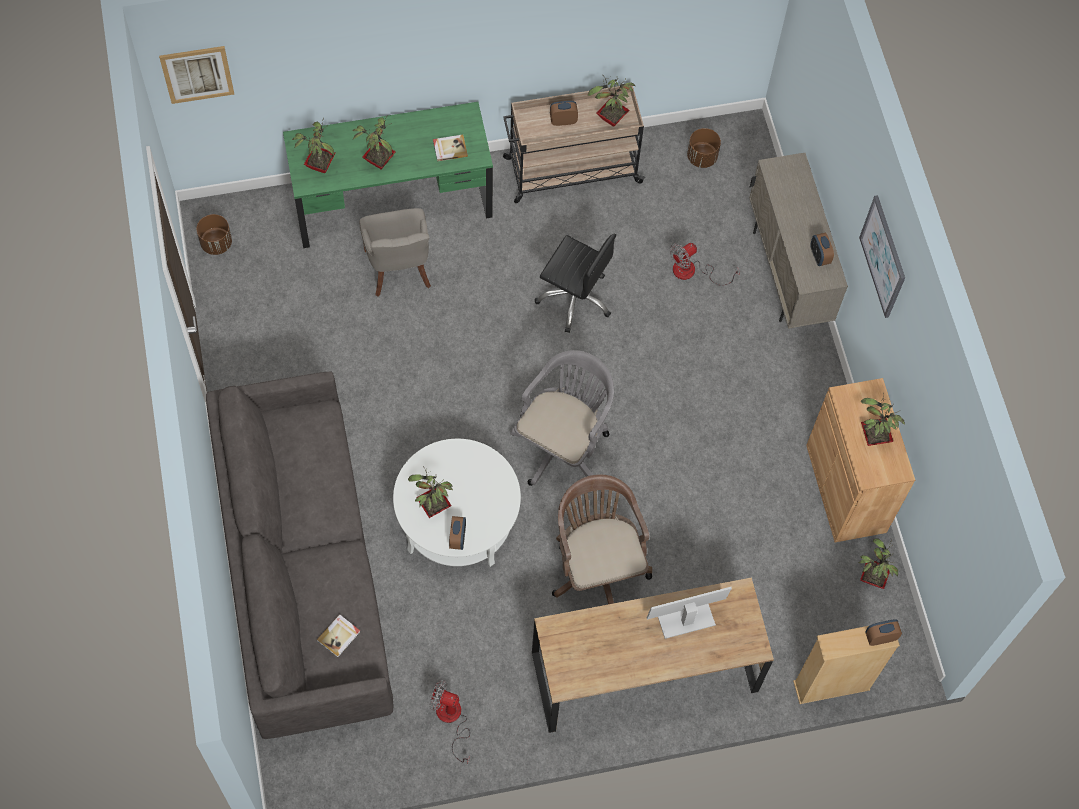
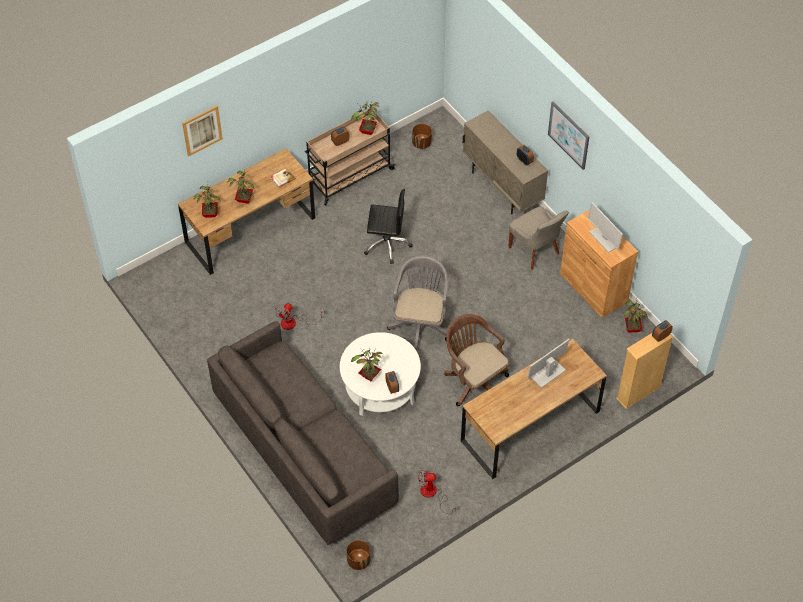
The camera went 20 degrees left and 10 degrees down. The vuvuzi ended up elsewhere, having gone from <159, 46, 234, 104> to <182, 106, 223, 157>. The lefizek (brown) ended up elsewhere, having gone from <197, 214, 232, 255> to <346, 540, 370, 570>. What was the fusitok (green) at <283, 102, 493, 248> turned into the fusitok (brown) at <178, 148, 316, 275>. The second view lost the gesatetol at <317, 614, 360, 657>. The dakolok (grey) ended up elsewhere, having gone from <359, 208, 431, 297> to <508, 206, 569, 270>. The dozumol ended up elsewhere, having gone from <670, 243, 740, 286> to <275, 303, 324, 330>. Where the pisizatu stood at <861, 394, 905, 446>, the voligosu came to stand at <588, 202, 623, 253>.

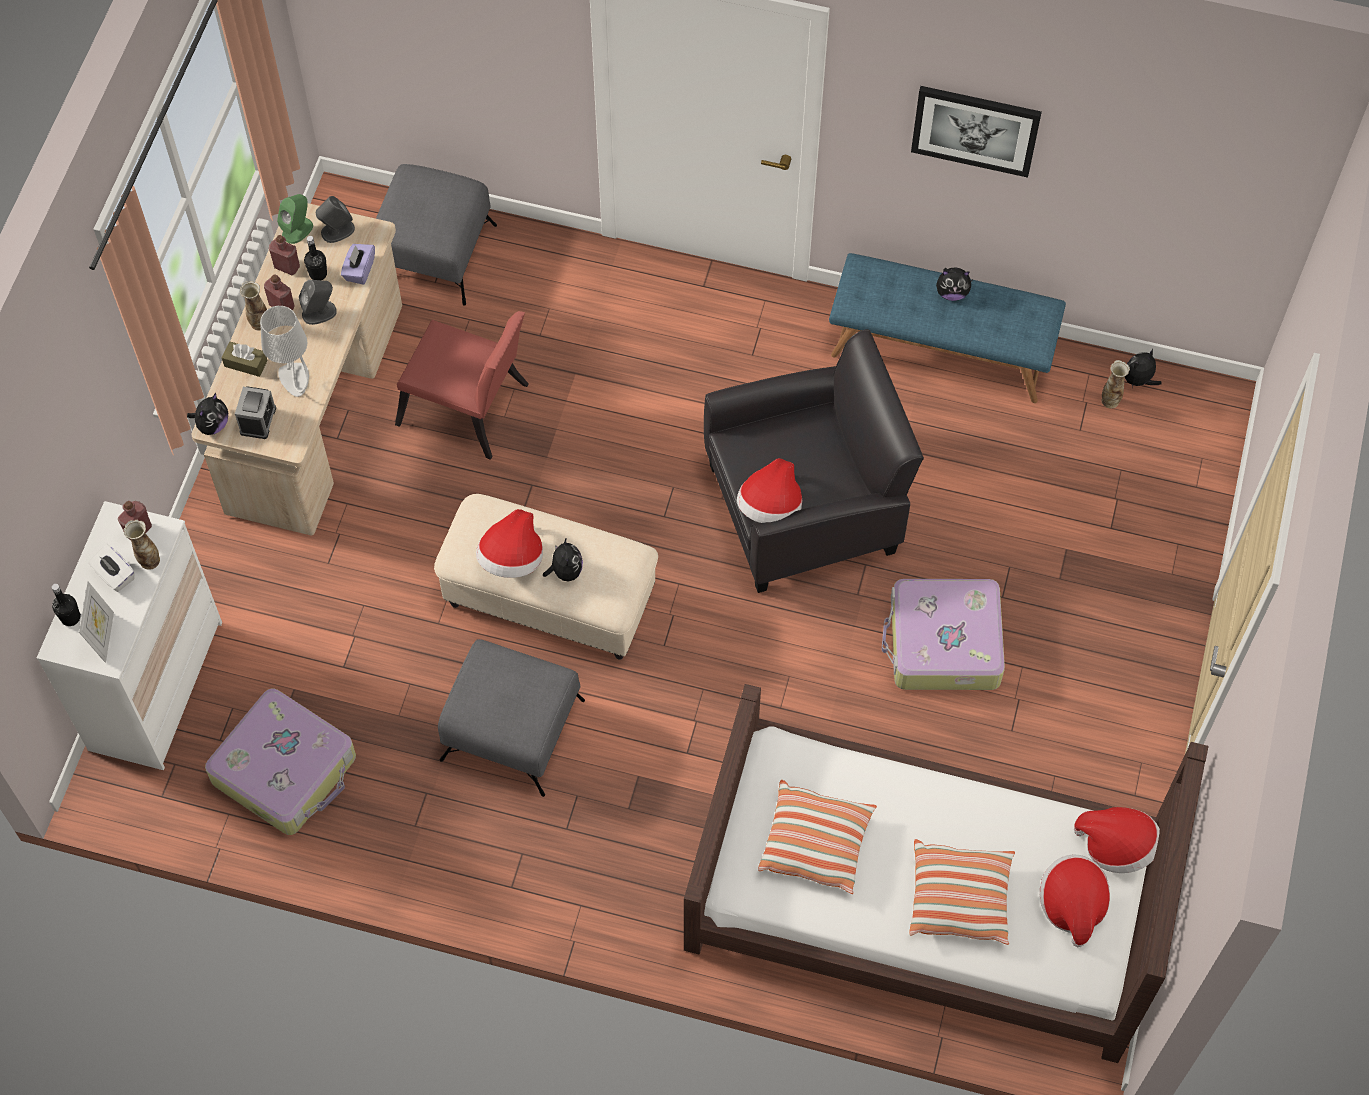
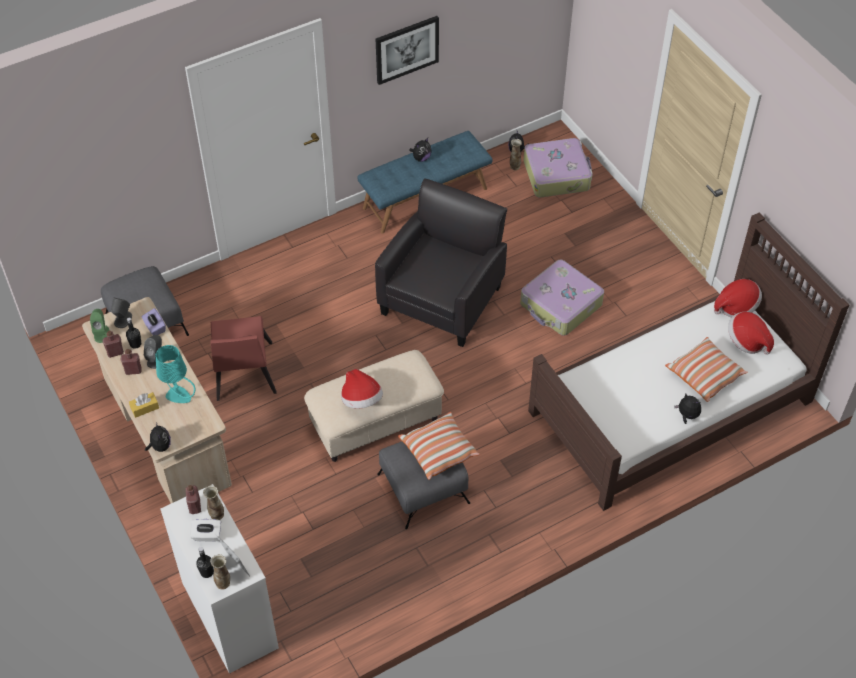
The camera went 45 degrees left and 10 degrees down. The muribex ended up elsewhere, having gone from <205, 689, 356, 835> to <524, 138, 593, 197>. What was the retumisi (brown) at <222, 342, 268, 377> turned into the retumisi (yellow) at <129, 392, 159, 418>. The second view lost the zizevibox at <235, 386, 276, 439>. The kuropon ended up elsewhere, having gone from <240, 281, 267, 331> to <210, 554, 230, 589>. What was the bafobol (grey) at <260, 305, 309, 397> turned into the bafobol (turquoise) at <156, 345, 195, 403>. The dakolok (red) at <395, 311, 529, 460> ended up facing another way, 105 degrees clockwise from before. The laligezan ended up elsewhere, having gone from <543, 537, 583, 581> to <674, 394, 701, 424>. The second view lost the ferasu at <737, 458, 802, 523>. The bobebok ended up elsewhere, having gone from <758, 780, 877, 894> to <398, 412, 480, 480>.

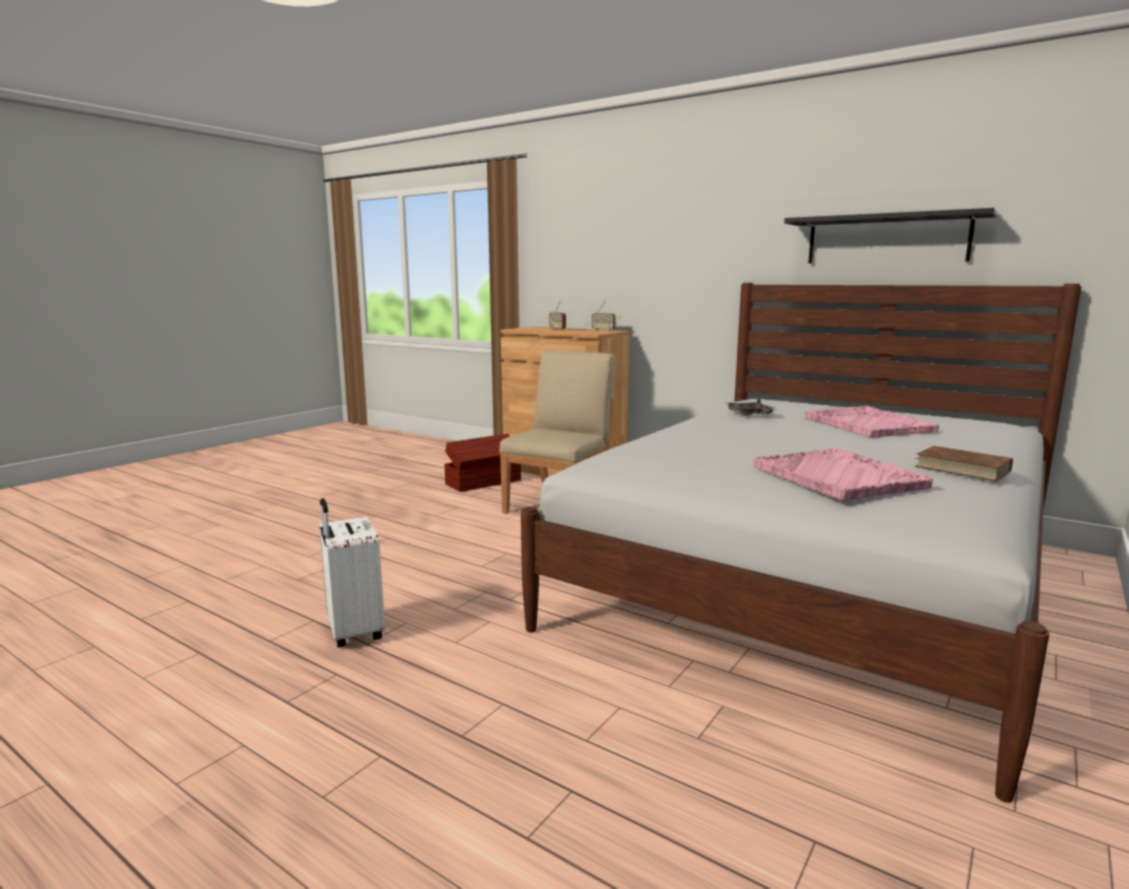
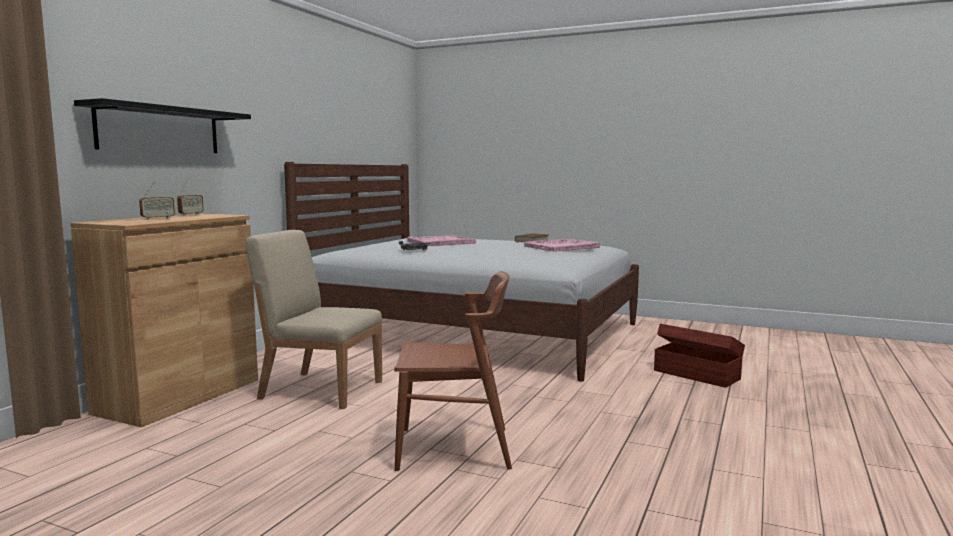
The camera went 100 degrees left and 5 degrees down. The second view lost the muribex (white) at <319, 498, 385, 647>. The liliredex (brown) ended up elsewhere, having gone from <444, 434, 521, 492> to <654, 324, 745, 388>. The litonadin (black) ended up elsewhere, having gone from <784, 208, 997, 264> to <74, 98, 251, 153>. The second view gained the dakolok (brown) at <394, 271, 512, 471>.

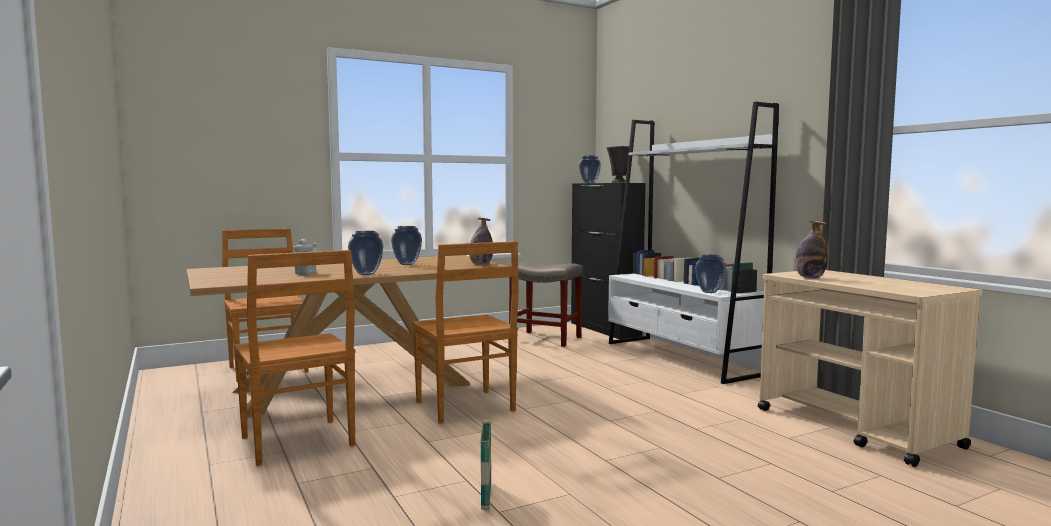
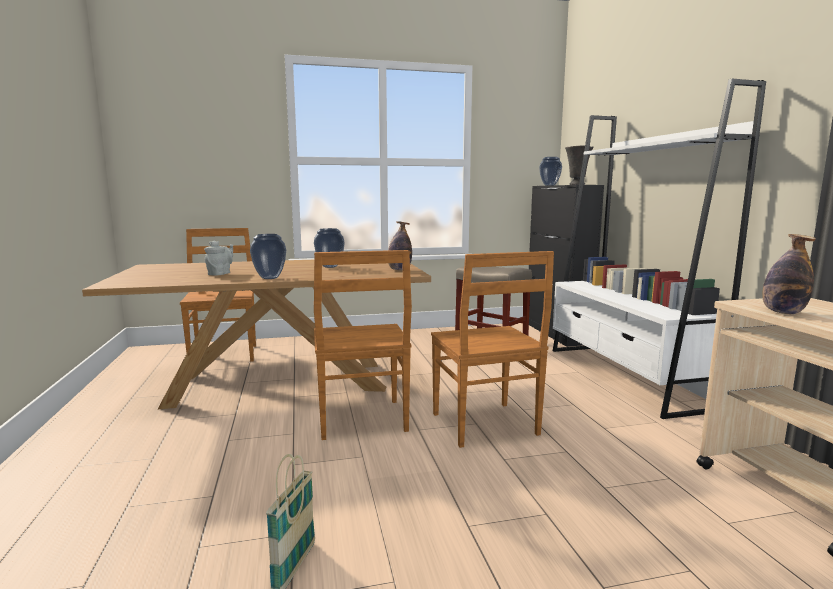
The camera went 15 degrees right and 5 degrees up. The dakolok (brown) ended up elsewhere, having gone from <234, 250, 356, 466> to <431, 251, 554, 448>. The second view lost the kuropon at <695, 255, 726, 293>.

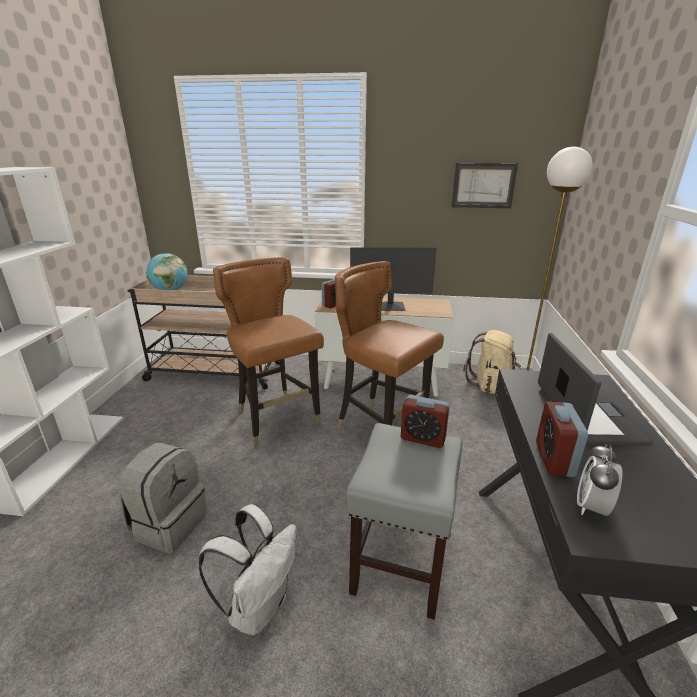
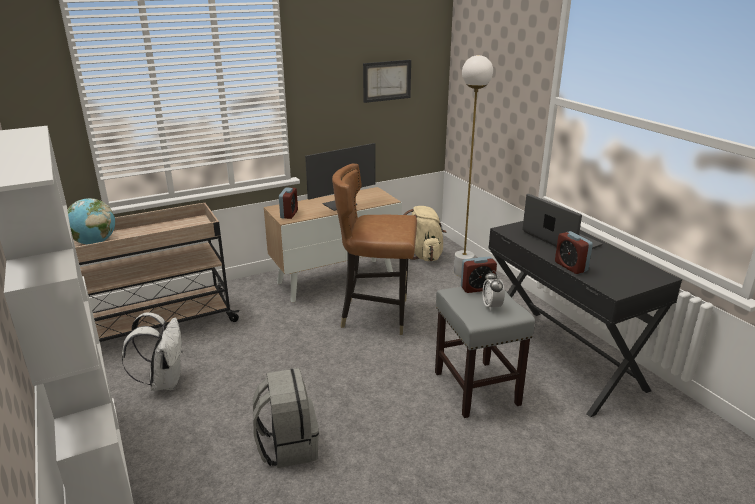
The camera went 35 degrees left and 0 degrees up. The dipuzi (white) ended up elsewhere, having gone from <199, 504, 296, 636> to <122, 312, 183, 391>. The second view lost the dakolok (brown) at <213, 257, 324, 446>. The zizevibox ended up elsewhere, having gone from <577, 444, 623, 516> to <482, 270, 505, 311>.

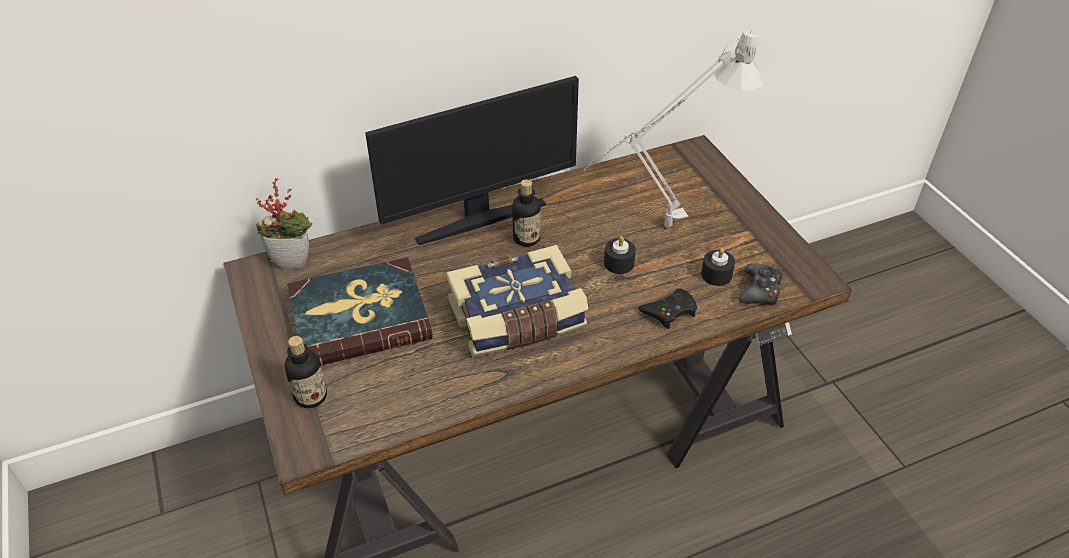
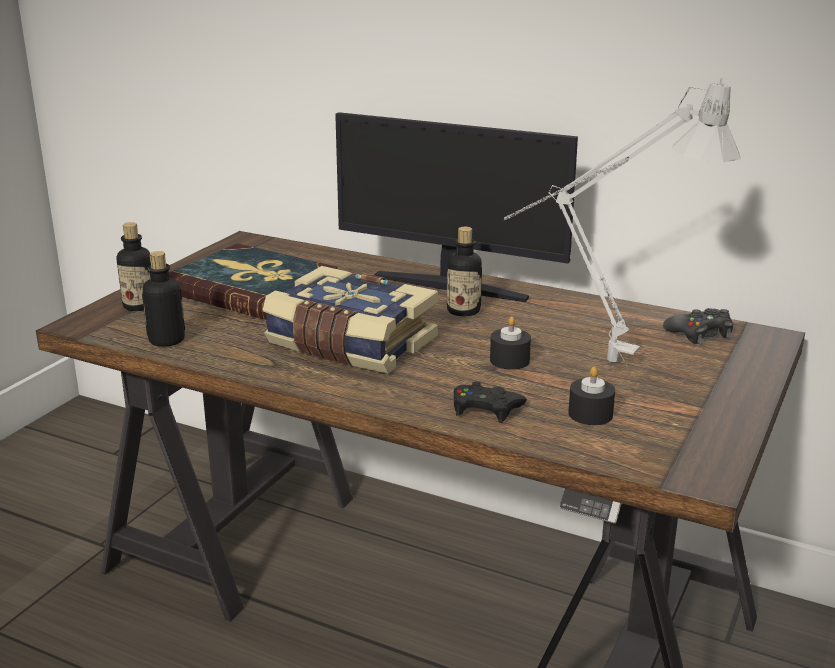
The camera went 50 degrees right and 20 degrees down. The second view lost the pisizatu at <256, 178, 312, 269>. The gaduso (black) ended up elsewhere, having gone from <739, 263, 783, 305> to <663, 308, 733, 344>. The second view gained the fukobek at <142, 251, 185, 347>.

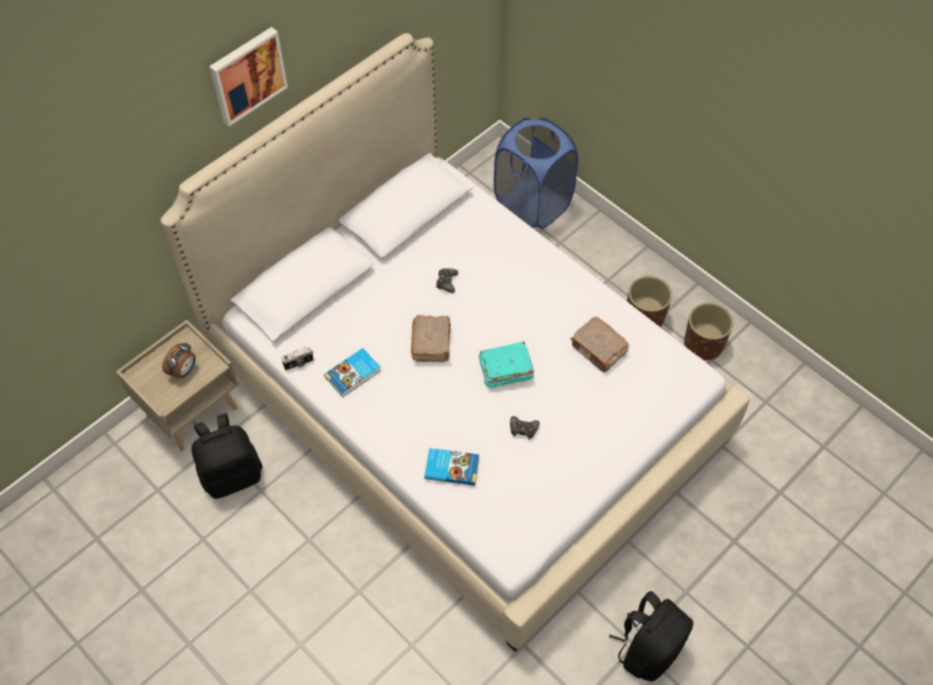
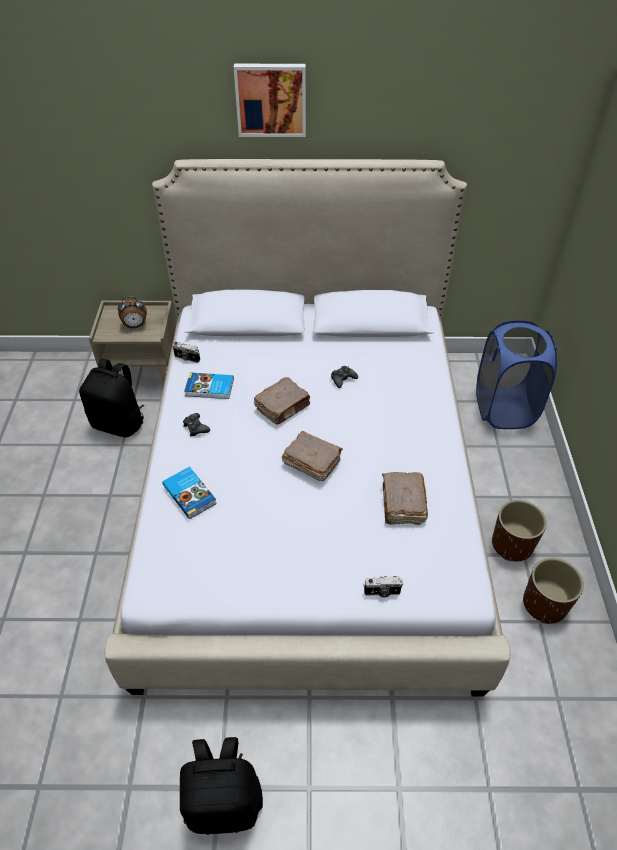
The camera went 45 degrees right and 10 degrees down. What was the gesatetol (turquoise) at <478, 341, 534, 388> turned into the gesatetol (brown) at <282, 431, 343, 481>. The gaduso (black) ended up elsewhere, having gone from <510, 416, 540, 440> to <183, 413, 210, 436>. The second view gained the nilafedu at <364, 576, 403, 597>.

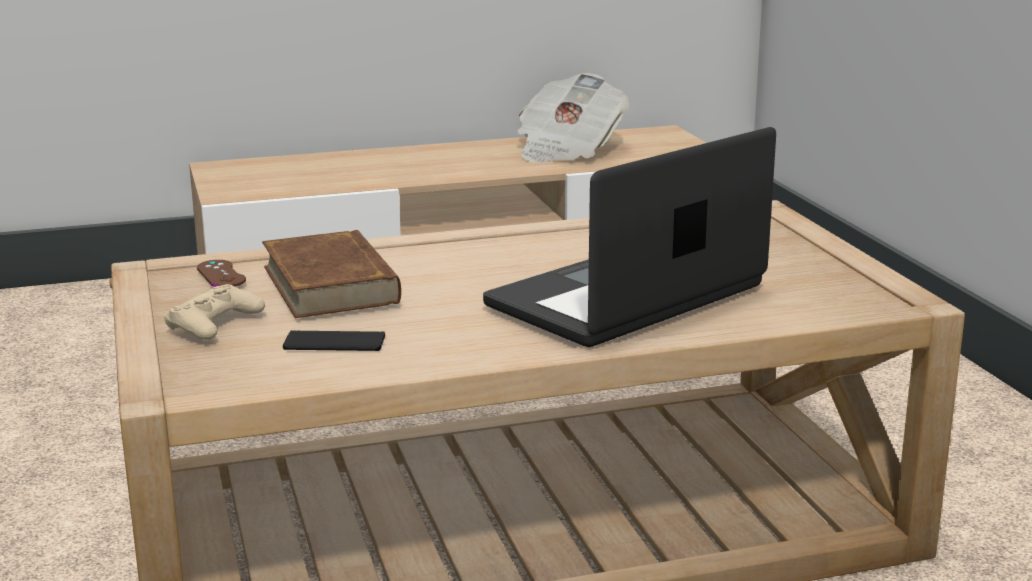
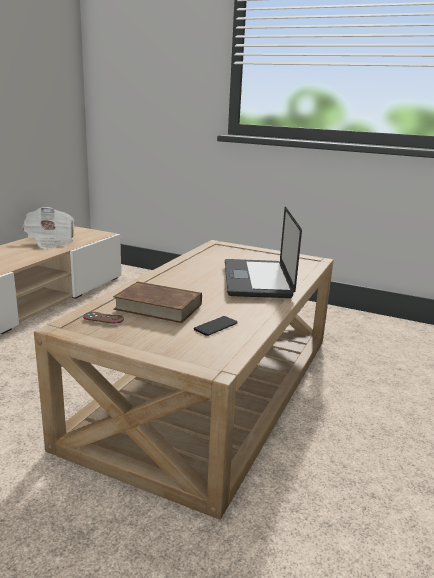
The camera went 50 degrees left and 0 degrees up. The second view lost the gaduso (beige) at <164, 284, 265, 340>.

